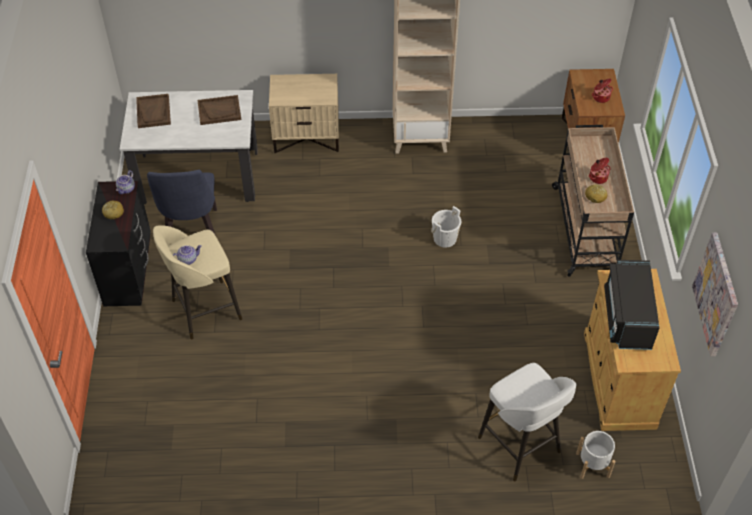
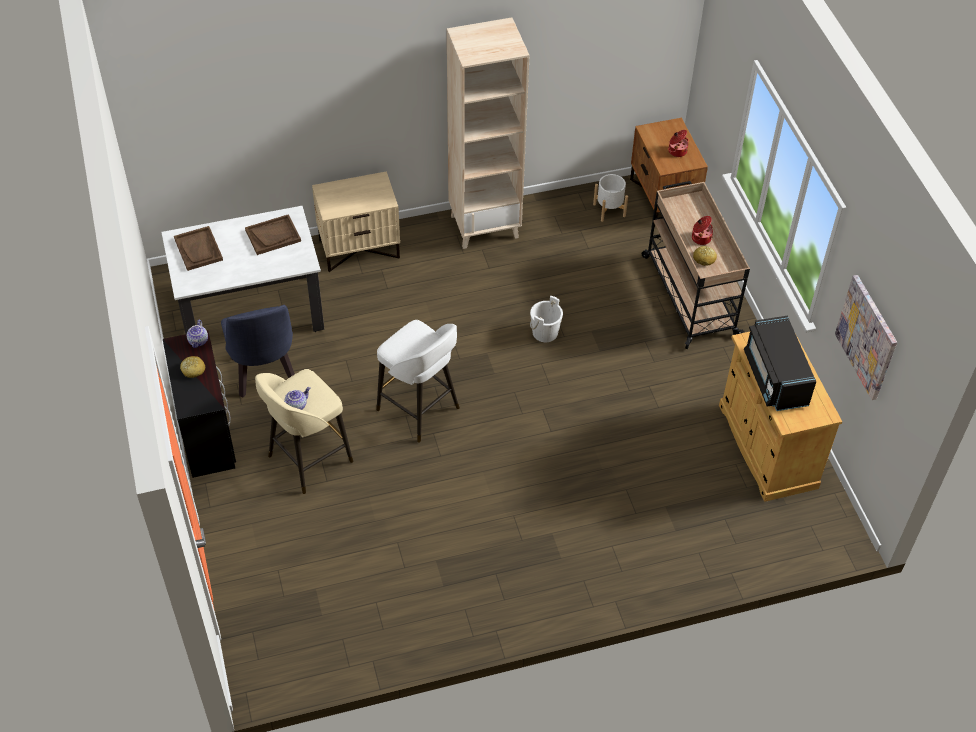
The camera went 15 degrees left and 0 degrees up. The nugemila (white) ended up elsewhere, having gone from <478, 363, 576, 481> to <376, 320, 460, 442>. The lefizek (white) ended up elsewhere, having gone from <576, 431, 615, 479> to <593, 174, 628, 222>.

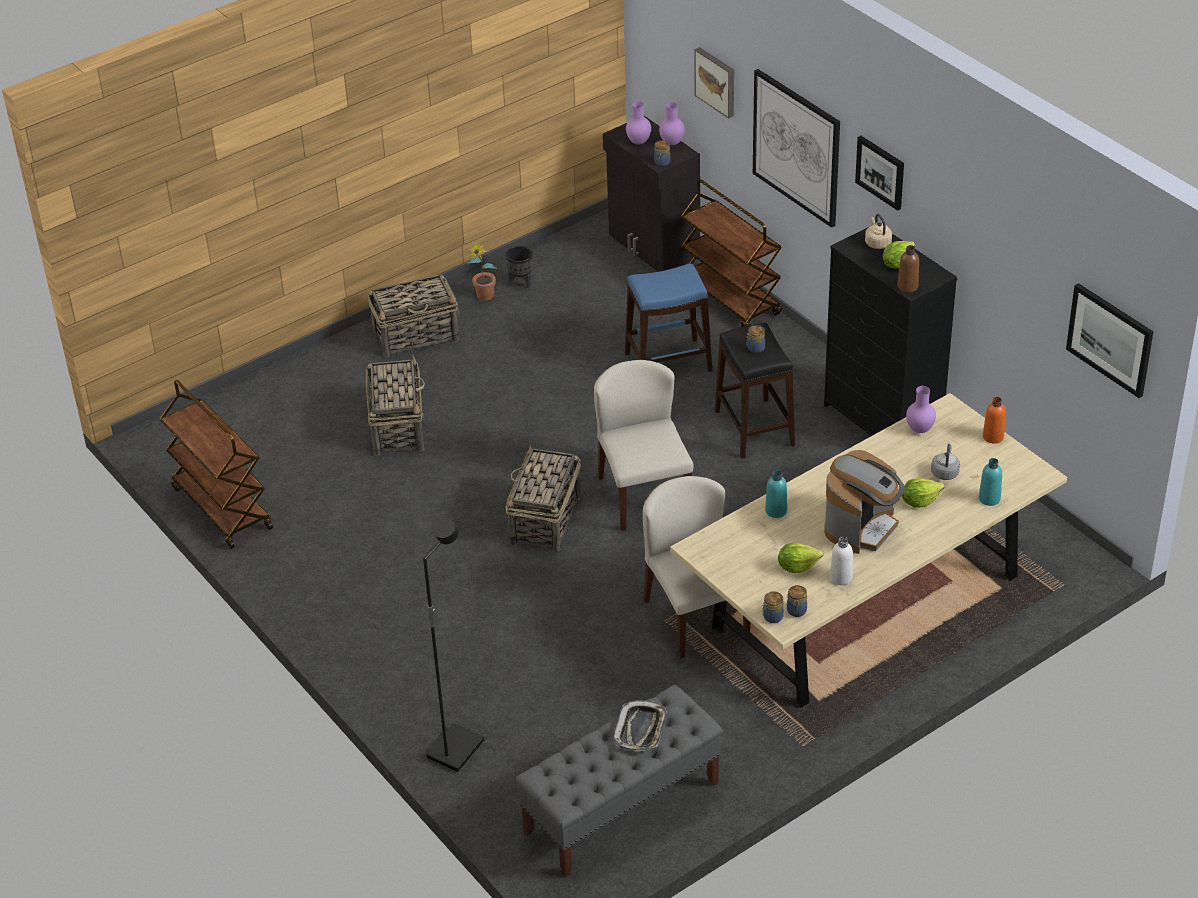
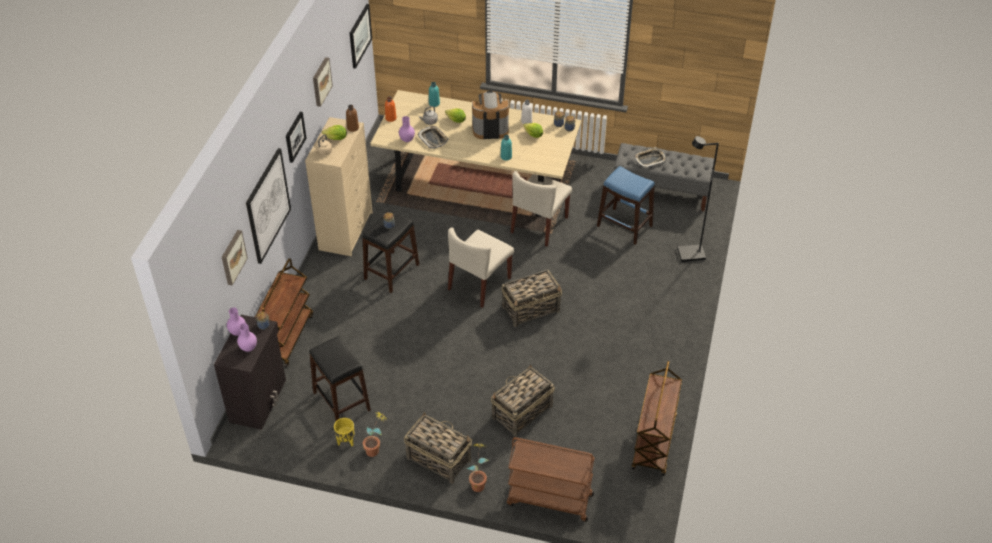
The camera went 130 degrees left and 5 degrees up. What was the lefizek (black) at <506, 246, 533, 288> turned into the lefizek (yellow) at <334, 418, 354, 447>. The nugemila (blue) ended up elsewhere, having gone from <625, 264, 712, 372> to <597, 166, 655, 245>. What was the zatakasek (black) at <824, 228, 957, 436> turned into the zatakasek (beige) at <305, 117, 373, 256>. The second view gained the nugemila (black) at <309, 336, 371, 421>. The second view gained the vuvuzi at <313, 57, 333, 107>. The second view gained the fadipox at <417, 126, 449, 149>. The second view gained the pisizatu at <467, 443, 489, 492>. The second view gained the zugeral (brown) at <507, 437, 595, 522>.

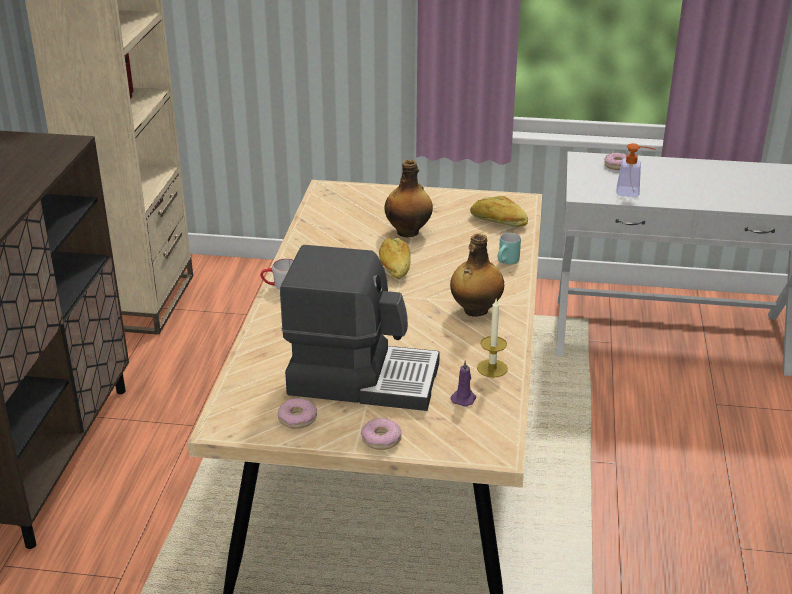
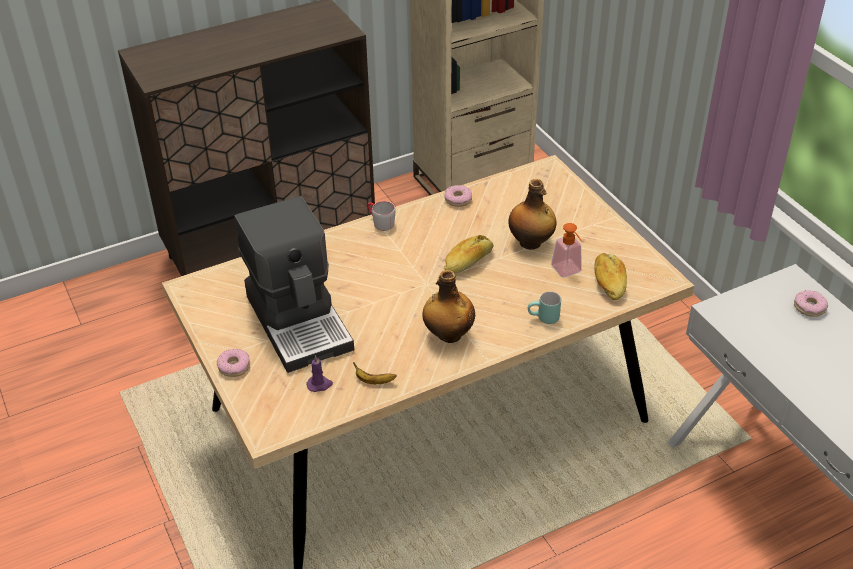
The camera went 55 degrees right and 10 degrees up. The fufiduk ended up elsewhere, having gone from <278, 398, 317, 429> to <445, 185, 472, 207>. Where the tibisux stood at <477, 299, 508, 378>, the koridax came to stand at <353, 362, 397, 384>. The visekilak ended up elsewhere, having gone from <616, 143, 655, 197> to <551, 223, 583, 277>.

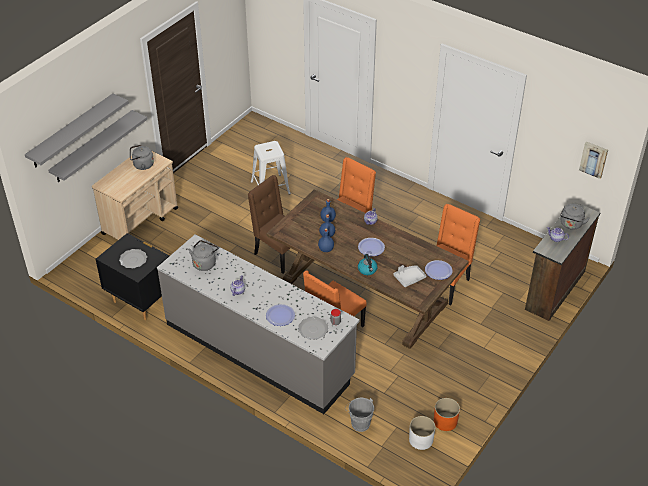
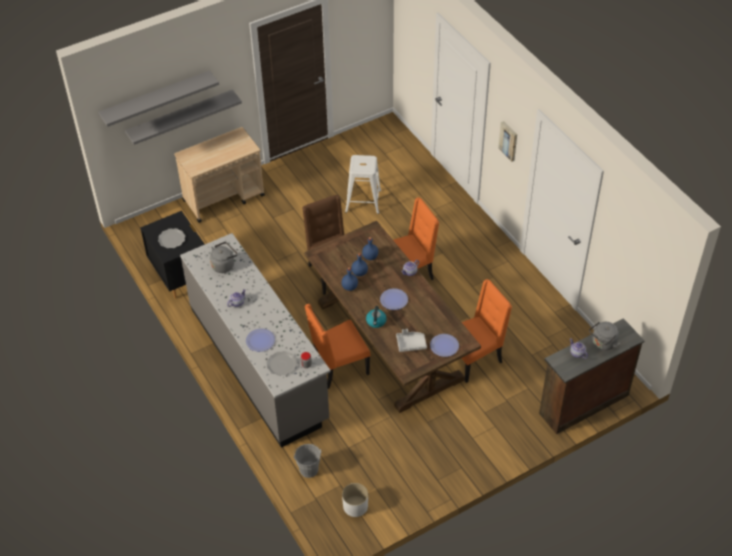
The camera went 25 degrees right and 5 degrees up. The second view lost the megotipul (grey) at <130, 144, 154, 170>. The second view lost the lefizek (orange) at <434, 398, 460, 431>. The vuvuzi ended up elsewhere, having gone from <579, 141, 608, 179> to <498, 121, 517, 162>.

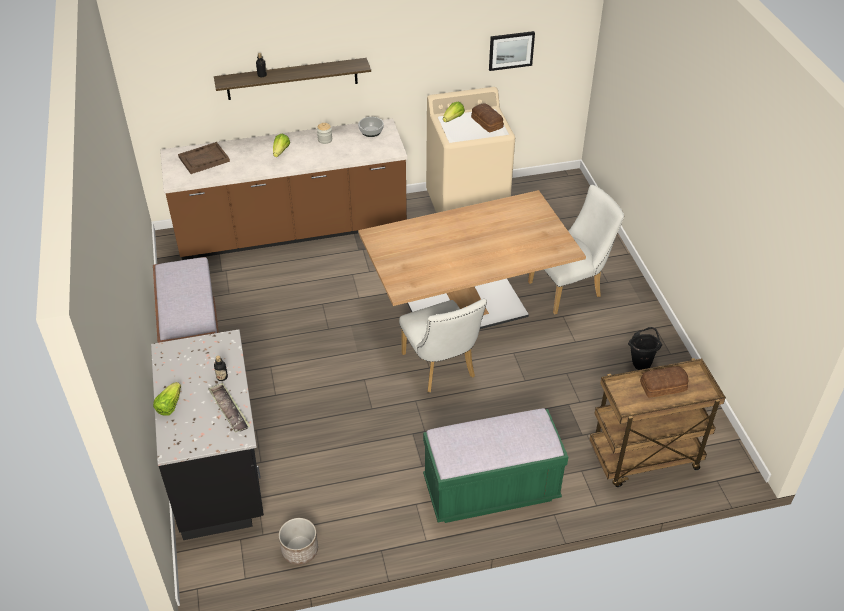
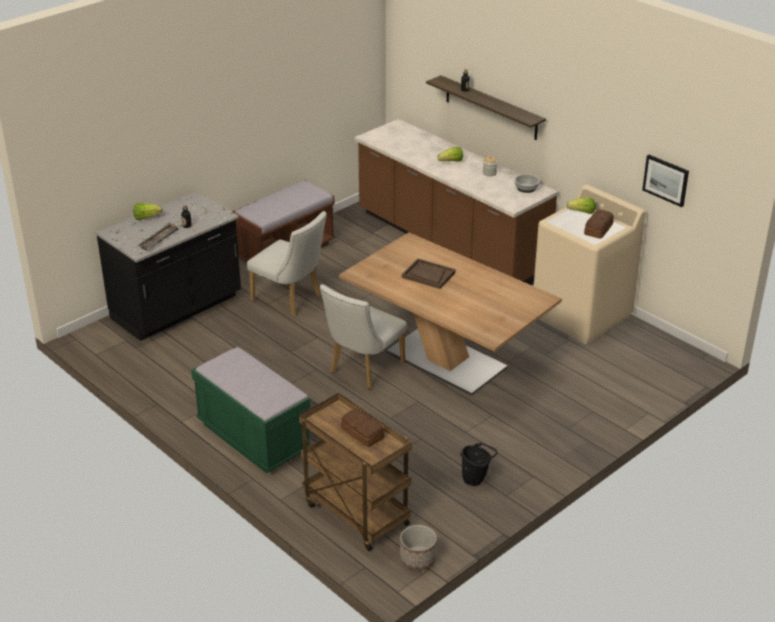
The camera went 60 degrees right and 10 degrees down. The fadipox (brown) ended up elsewhere, having gone from <178, 142, 230, 174> to <402, 259, 456, 289>. The lefizek ended up elsewhere, having gone from <279, 518, 318, 565> to <400, 525, 437, 570>. The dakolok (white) ended up elsewhere, having gone from <528, 185, 624, 315> to <247, 211, 327, 316>.

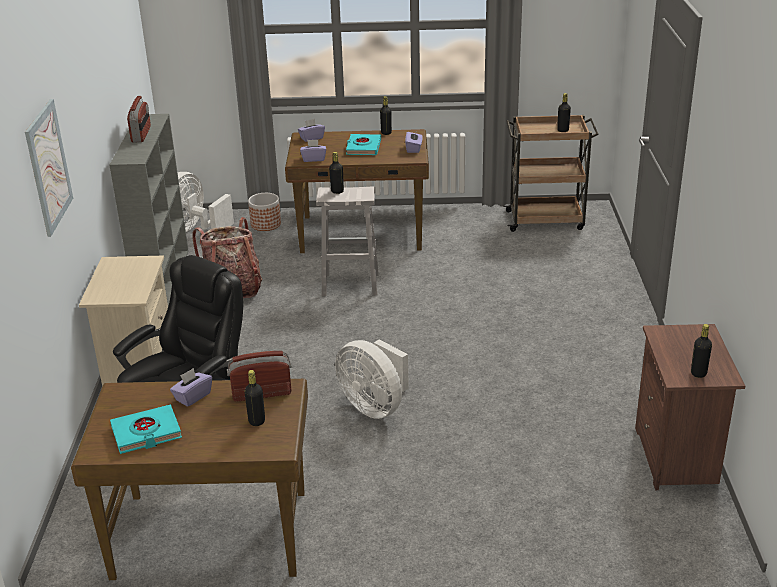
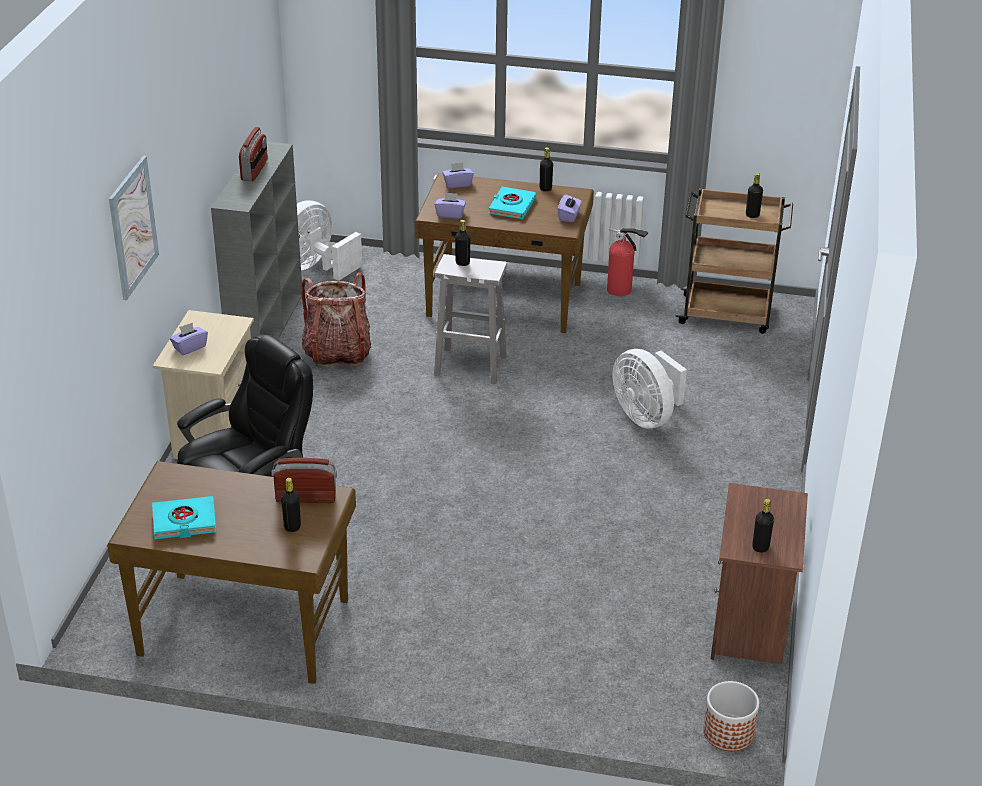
The camera went 10 degrees right and 5 degrees up. The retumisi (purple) ended up elsewhere, having gone from <170, 368, 212, 407> to <170, 323, 208, 355>. The lefizek ended up elsewhere, having gone from <248, 193, 281, 231> to <703, 681, 759, 751>. The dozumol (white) ended up elsewhere, having gone from <335, 340, 409, 419> to <613, 349, 687, 429>. The second view gained the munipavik at <607, 228, 648, 296>.

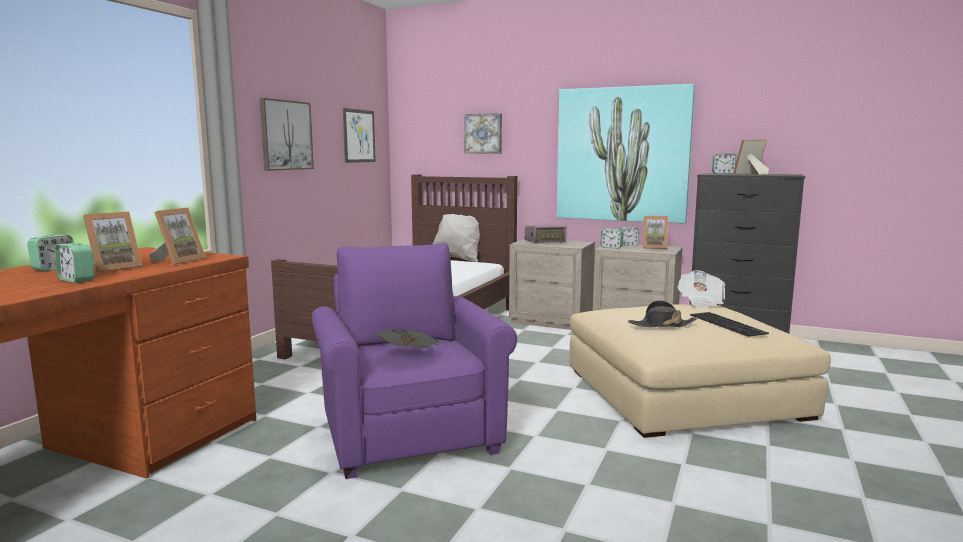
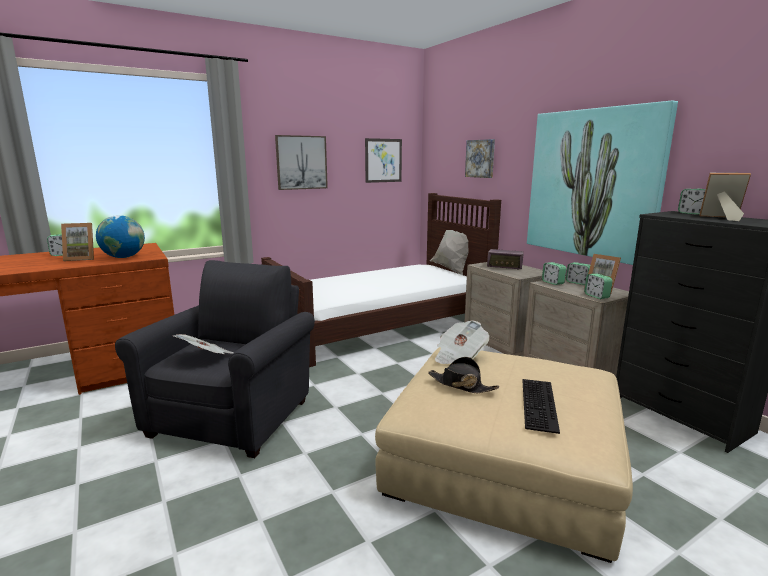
The camera went 35 degrees right and 5 degrees up. The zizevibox ended up elsewhere, having gone from <55, 243, 94, 283> to <584, 274, 613, 299>. Where the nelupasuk stood at <150, 208, 206, 265>, the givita came to stand at <96, 215, 145, 258>. What was the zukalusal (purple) at <312, 242, 517, 479> turned into the zukalusal (grey) at <115, 260, 315, 458>. The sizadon ended up elsewhere, having gone from <677, 270, 725, 308> to <435, 321, 489, 364>.

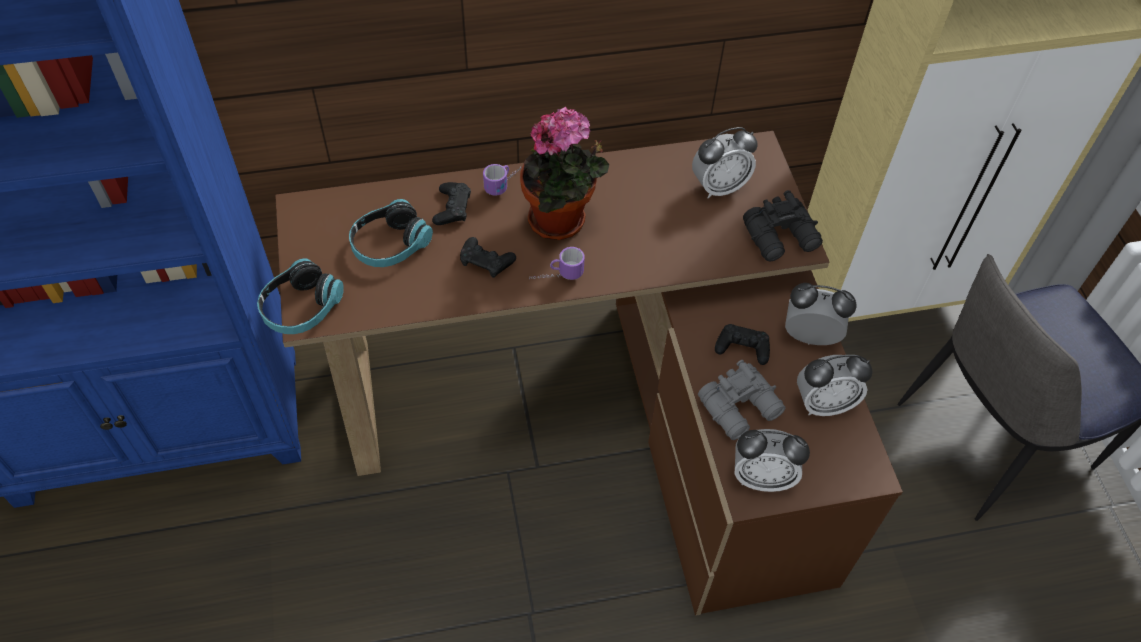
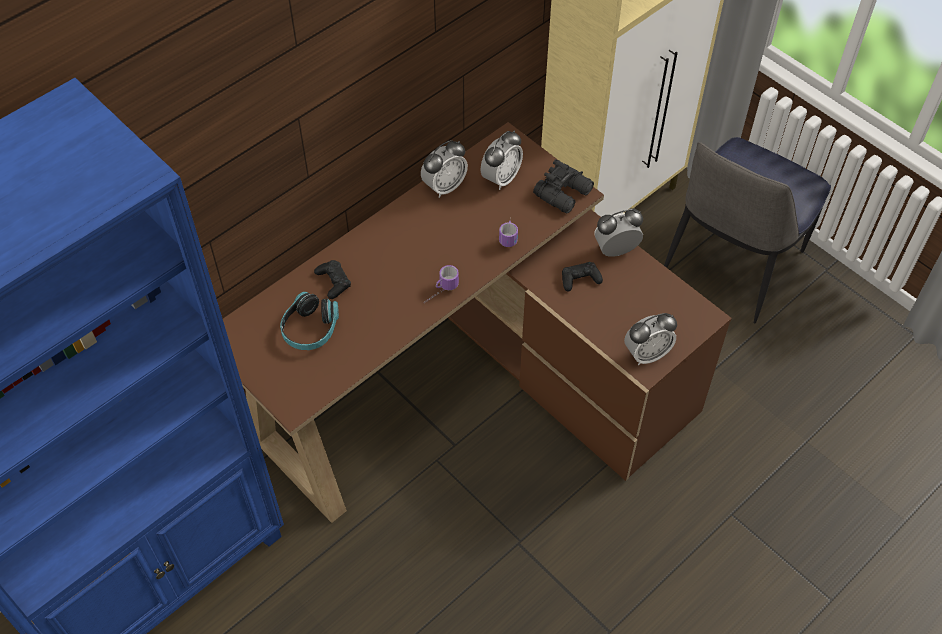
The camera went 30 degrees left and 0 degrees up. The second view lost the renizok at <257, 258, 344, 334>. The second view lost the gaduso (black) at <460, 237, 516, 278>. The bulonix ended up elsewhere, having gone from <483, 164, 520, 195> to <499, 218, 518, 247>. The second view lost the pisizatu at <520, 107, 609, 240>. The second view lost the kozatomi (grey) at <698, 360, 786, 440>. The zizevibox ended up elsewhere, having gone from <797, 355, 873, 416> to <421, 140, 468, 198>.

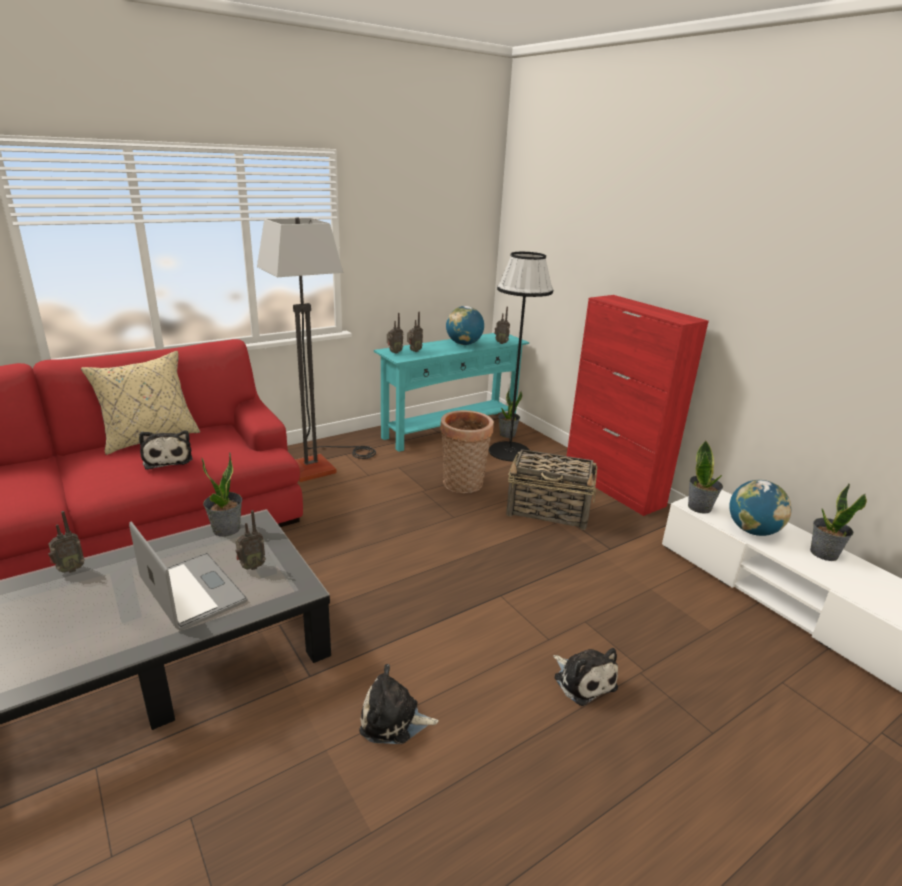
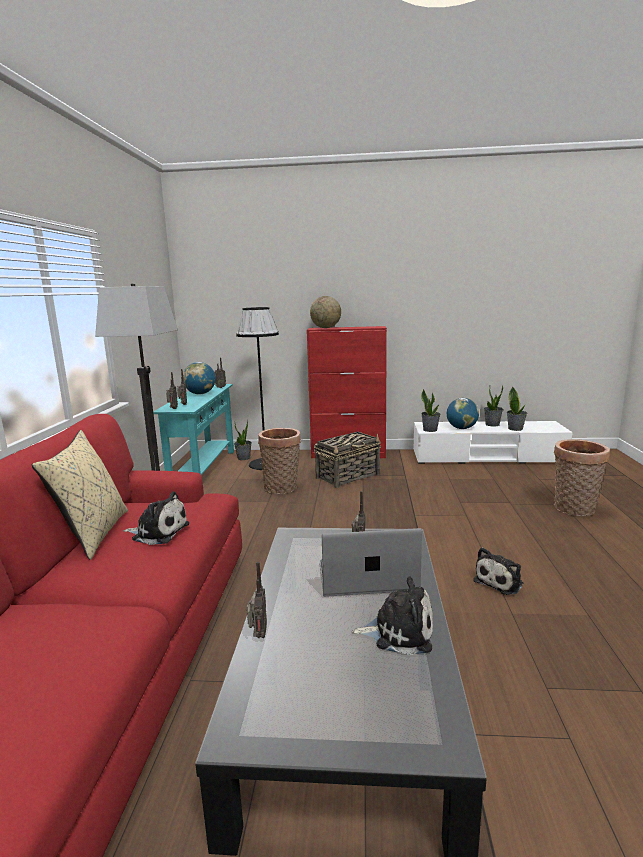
The camera went 50 degrees left and 10 degrees down. The pisizatu ended up elsewhere, having gone from <202, 453, 242, 537> to <507, 387, 527, 431>. The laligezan ended up elsewhere, having gone from <553, 648, 618, 706> to <351, 576, 433, 655>. The second view gained the givita at <310, 296, 341, 328>. The second view gained the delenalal at <554, 439, 610, 516>.

